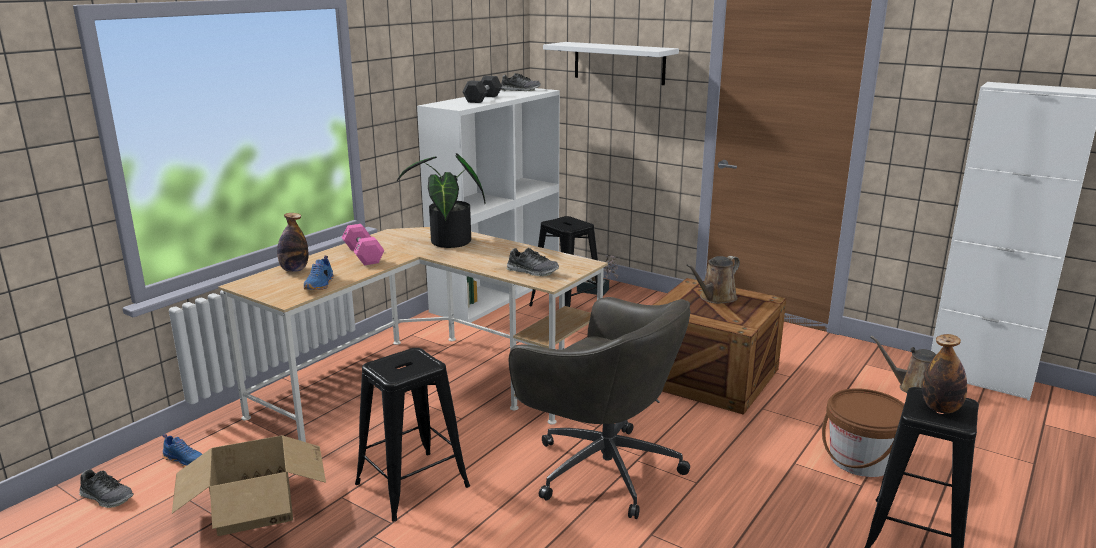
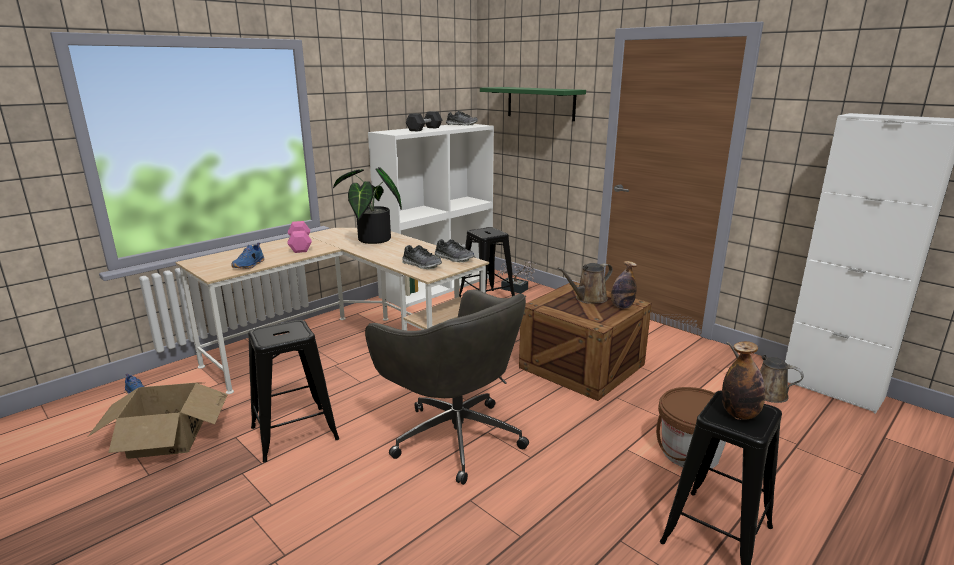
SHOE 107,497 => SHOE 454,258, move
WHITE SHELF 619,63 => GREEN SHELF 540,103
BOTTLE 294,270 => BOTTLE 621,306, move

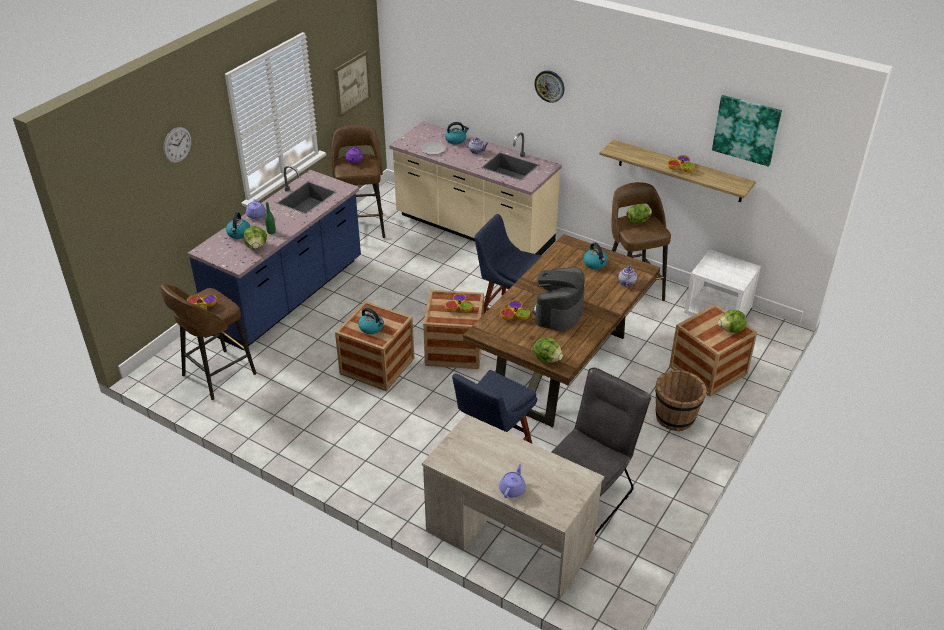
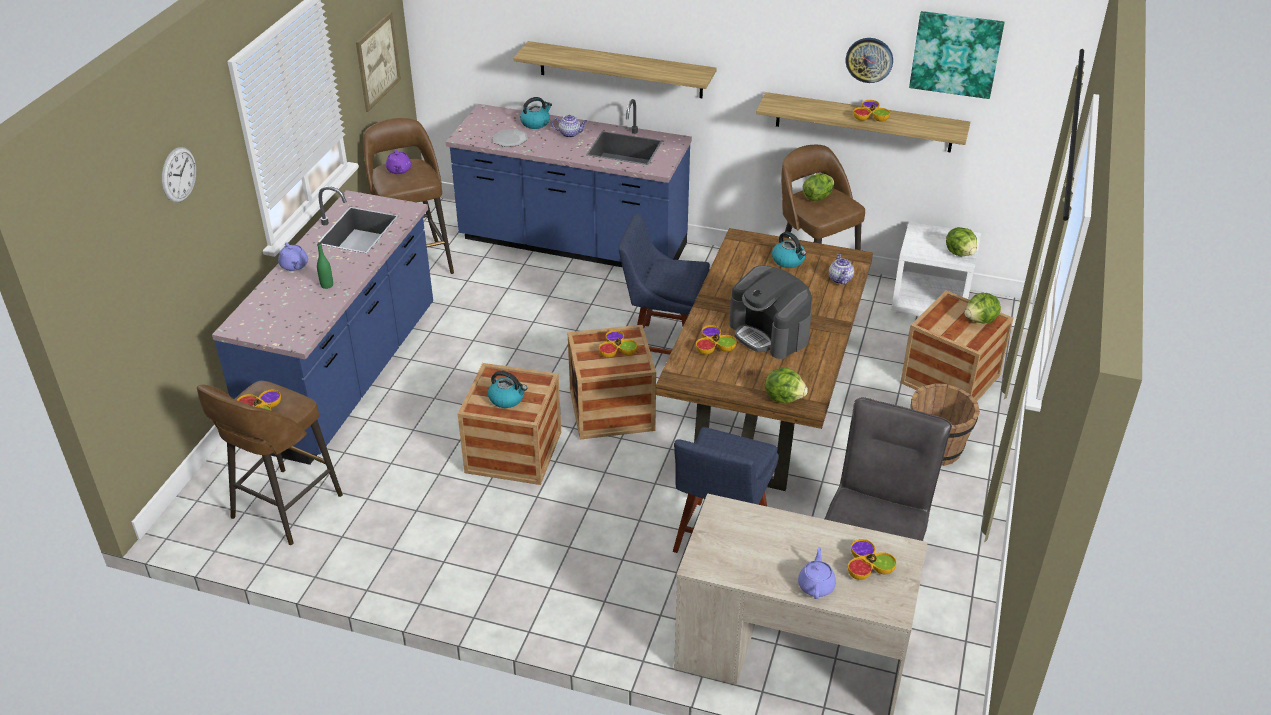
BEIGE COUNTER 474,230 => BLUE COUNTER 573,245
nothing => SHELF 620,70
COFFEE MACHINE 558,312 => COFFEE MACHINE 769,333, 45 degrees counterclockwise
WALL CLOCK 550,86 => WALL CLOCK 869,59, move
nothing => BOWL 867,566
LETTUCE 256,246 => LETTUCE 960,253, move
KETTLE 239,234 => nothing

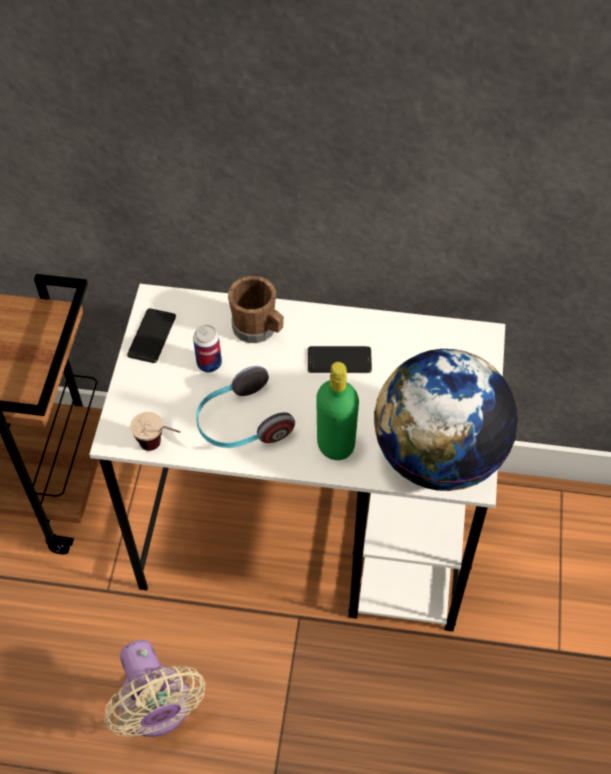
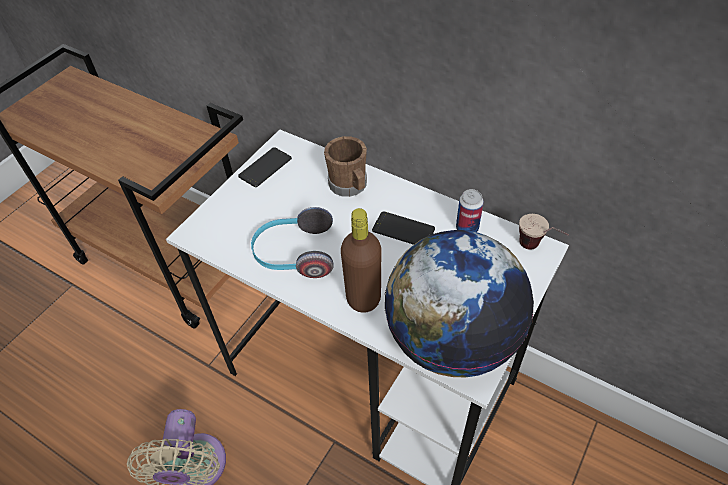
GREEN BOTTLE 335,445 => BROWN BOTTLE 363,298
CAN 209,363 => CAN 467,228, move
CUP 161,447 => CUP 537,249, move

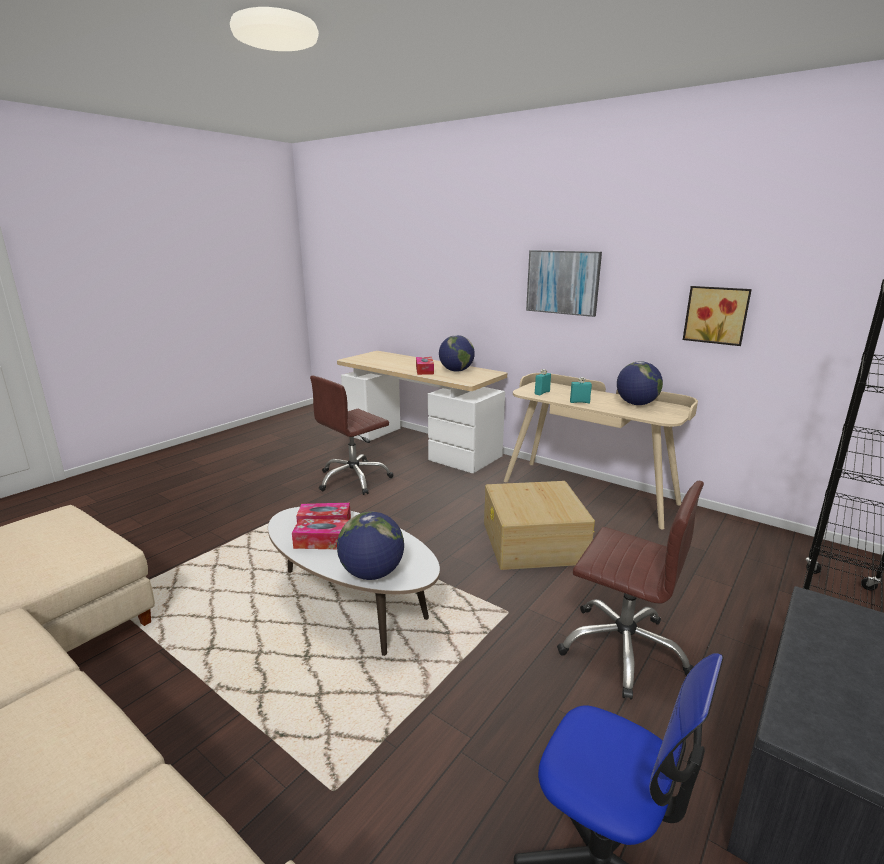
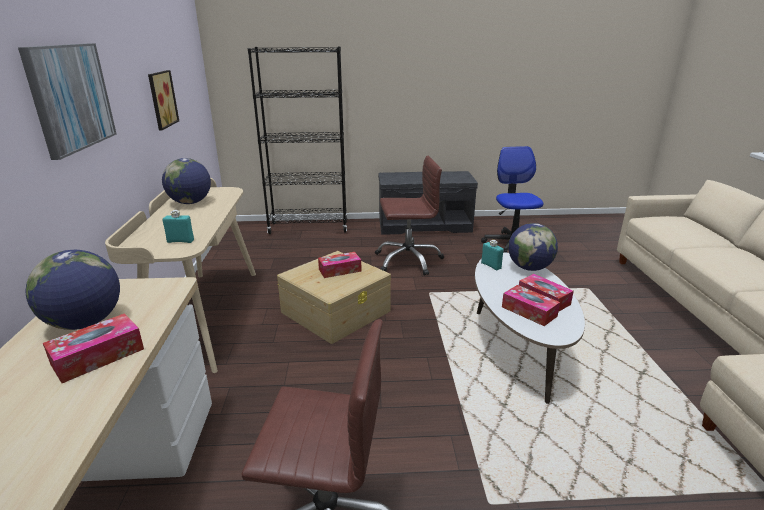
nothing => TISSUE BOX 340,270
BROWN OFFICE CHAIR 623,649 => BROWN OFFICE CHAIR 408,260, 90 degrees clockwise
TURQUOISE BOTTLE 579,402 => TURQUOISE BOTTLE 491,266, move

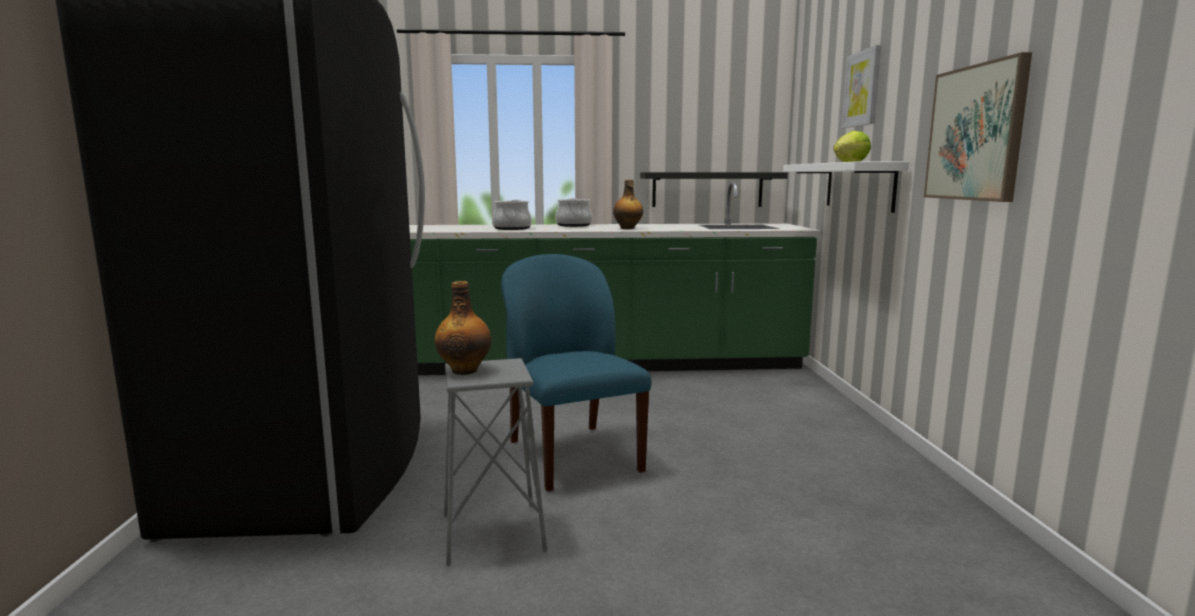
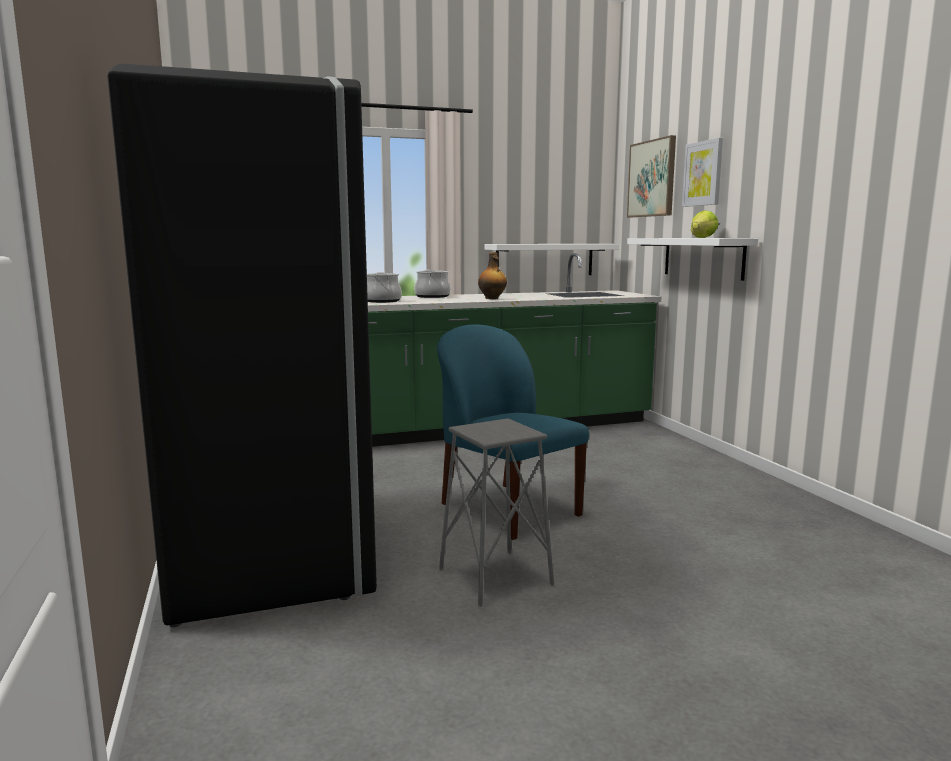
BLACK SHELF 707,189 => WHITE SHELF 544,260
PICTURE 976,133 => PICTURE 652,178, move
BOTTLE 465,370 => nothing

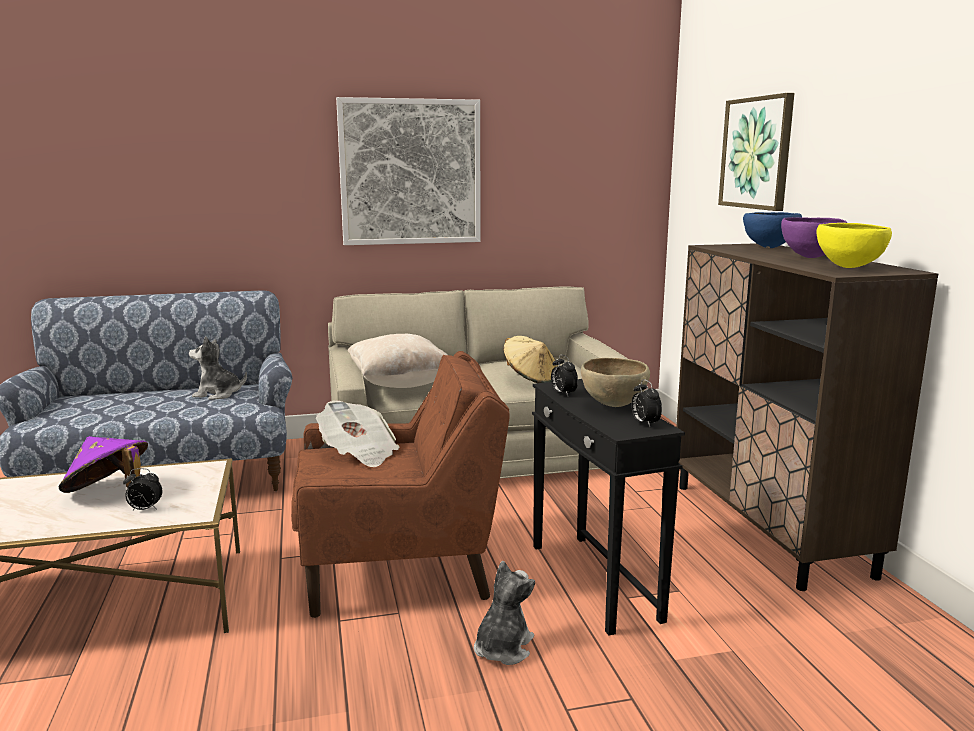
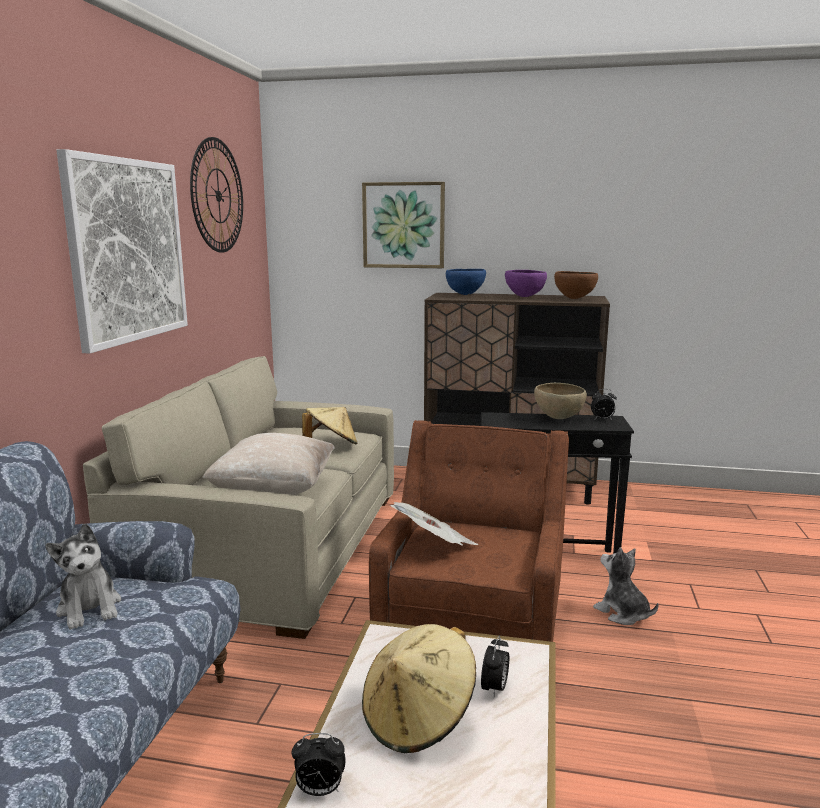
PLUSH TOY 218,394 => PLUSH TOY 90,608, 60 degrees counterclockwise
nothing => WALL CLOCK 218,196
ALARM CLOCK 563,394 => ALARM CLOCK 319,790, move
PURPLE HAT 108,492 => BEIGE HAT 418,718
YELLOW BOWL 848,267 => BROWN BOWL 574,298

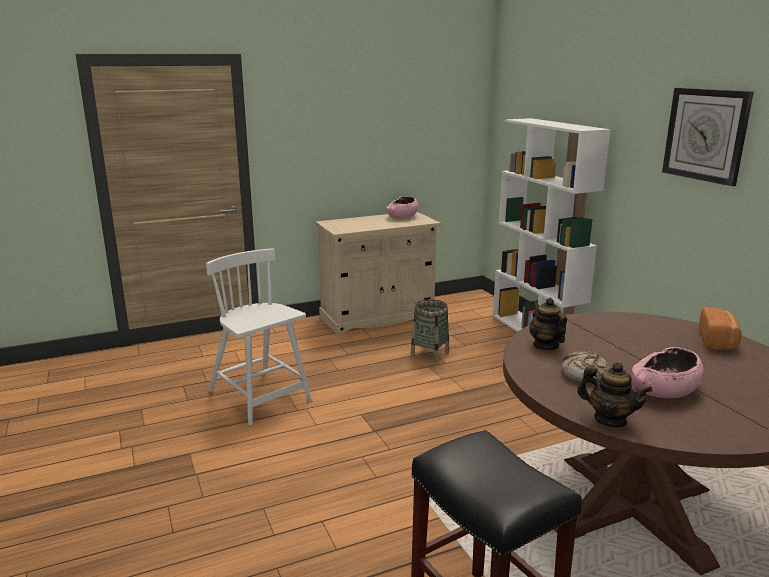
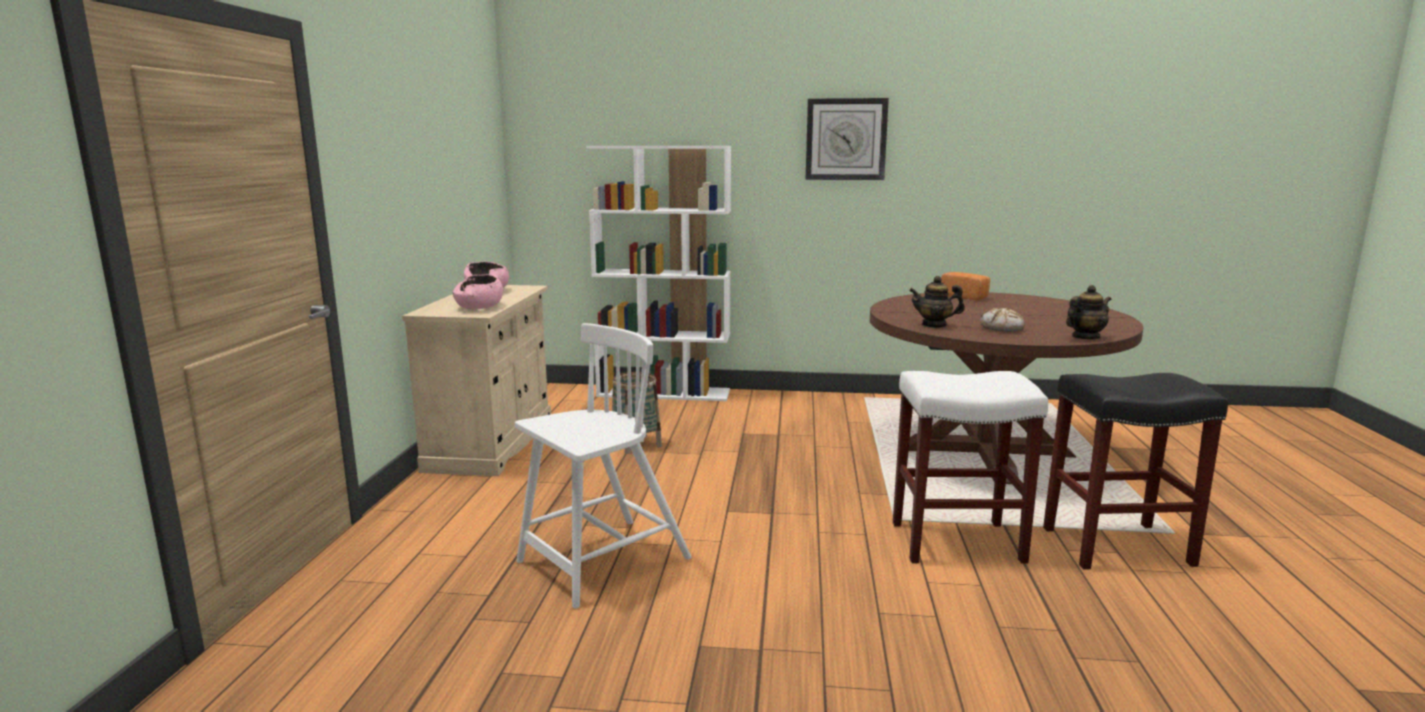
PINK BOWL 665,390 => PINK BOWL 480,307, move
WHITE CHAIR 260,397 => WHITE CHAIR 601,562, 150 degrees clockwise
nothing => WHITE STOOL 955,542

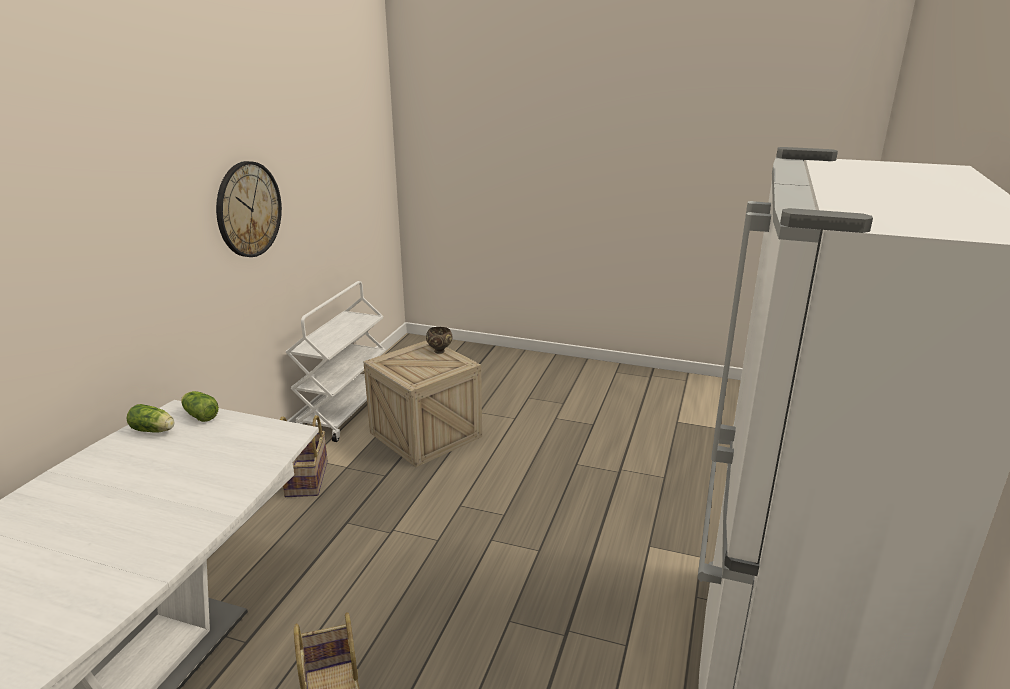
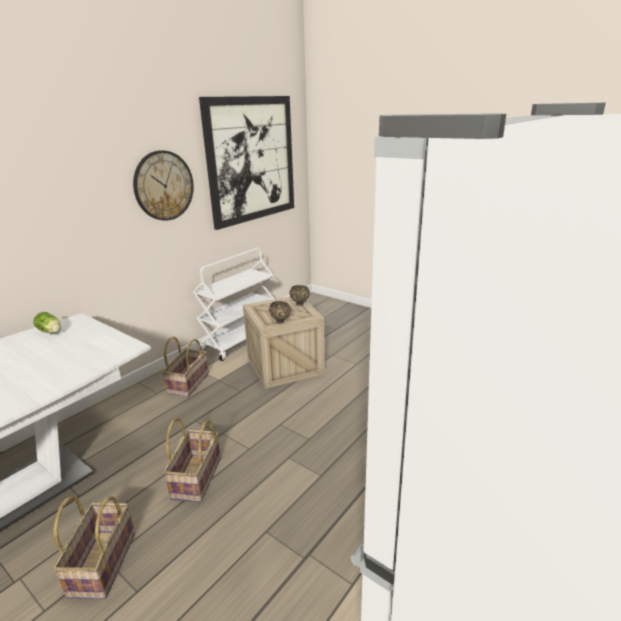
nothing => BASKET 197,478
nothing => PICTURE 251,160
nothing => BROWN BOWL 280,322
LETTUCE 199,415 => nothing

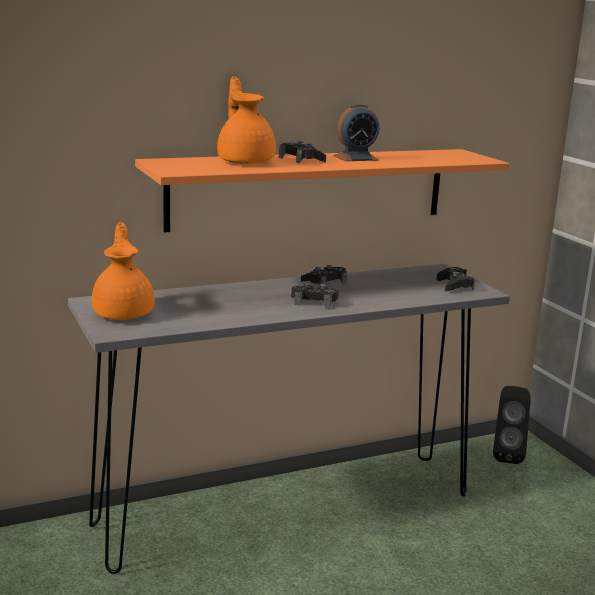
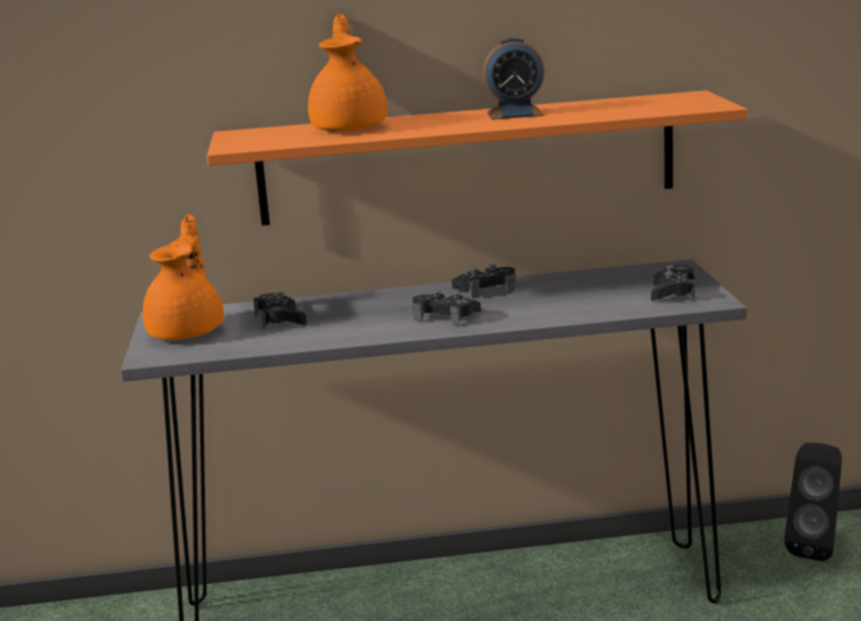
BLACK GAME CONTROLLER 301,160 => BLACK GAME CONTROLLER 280,319, move

